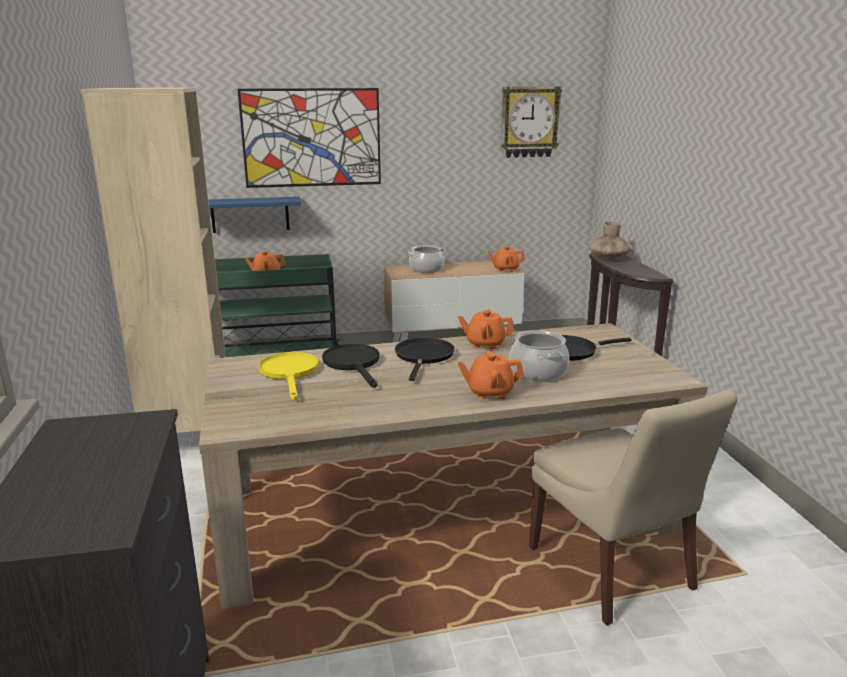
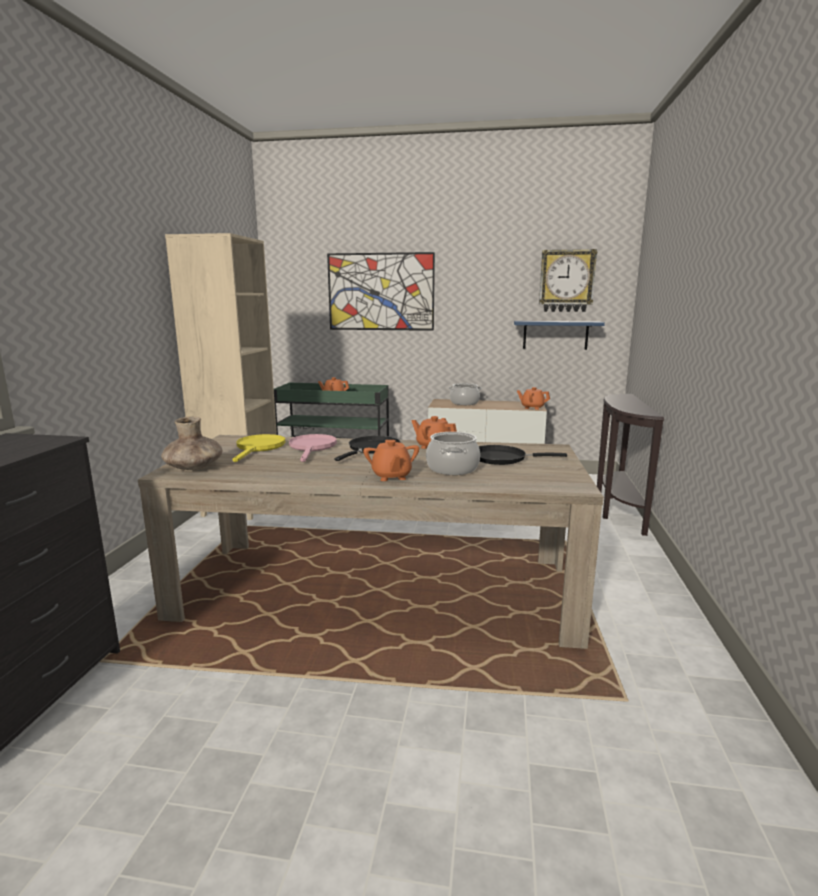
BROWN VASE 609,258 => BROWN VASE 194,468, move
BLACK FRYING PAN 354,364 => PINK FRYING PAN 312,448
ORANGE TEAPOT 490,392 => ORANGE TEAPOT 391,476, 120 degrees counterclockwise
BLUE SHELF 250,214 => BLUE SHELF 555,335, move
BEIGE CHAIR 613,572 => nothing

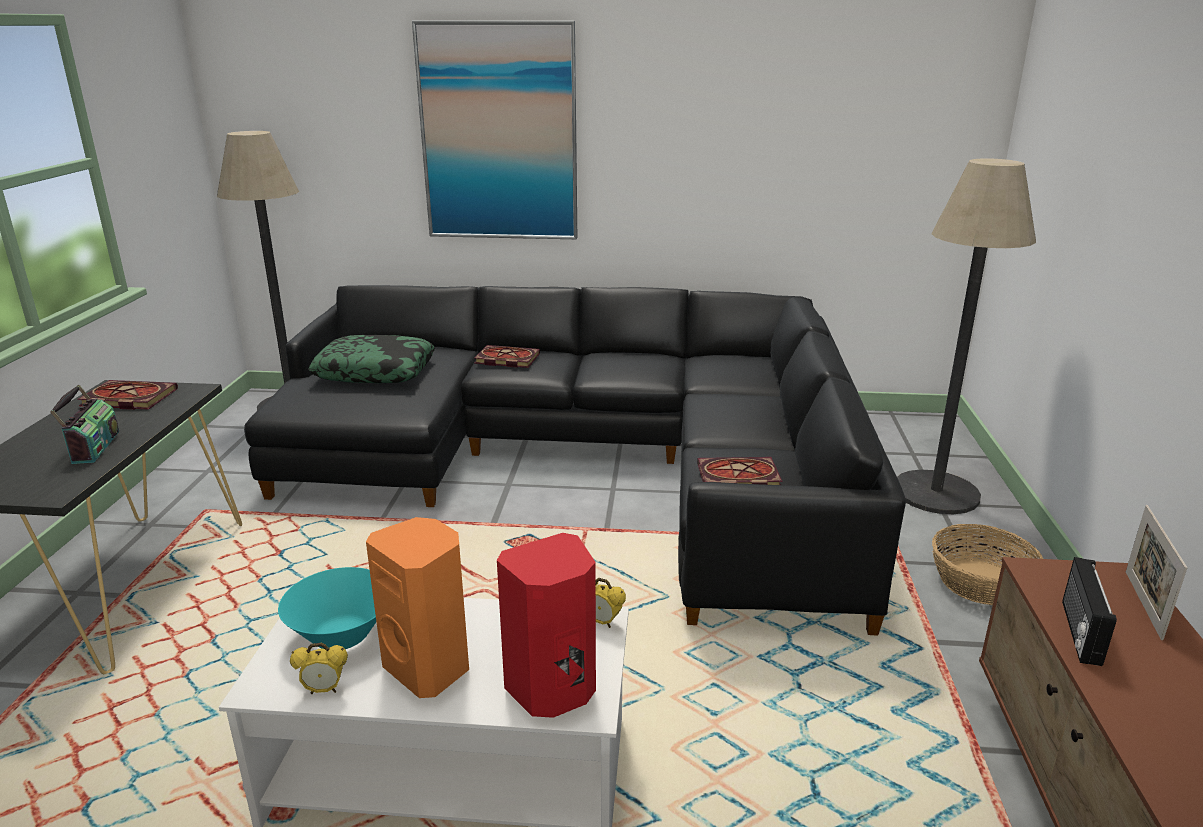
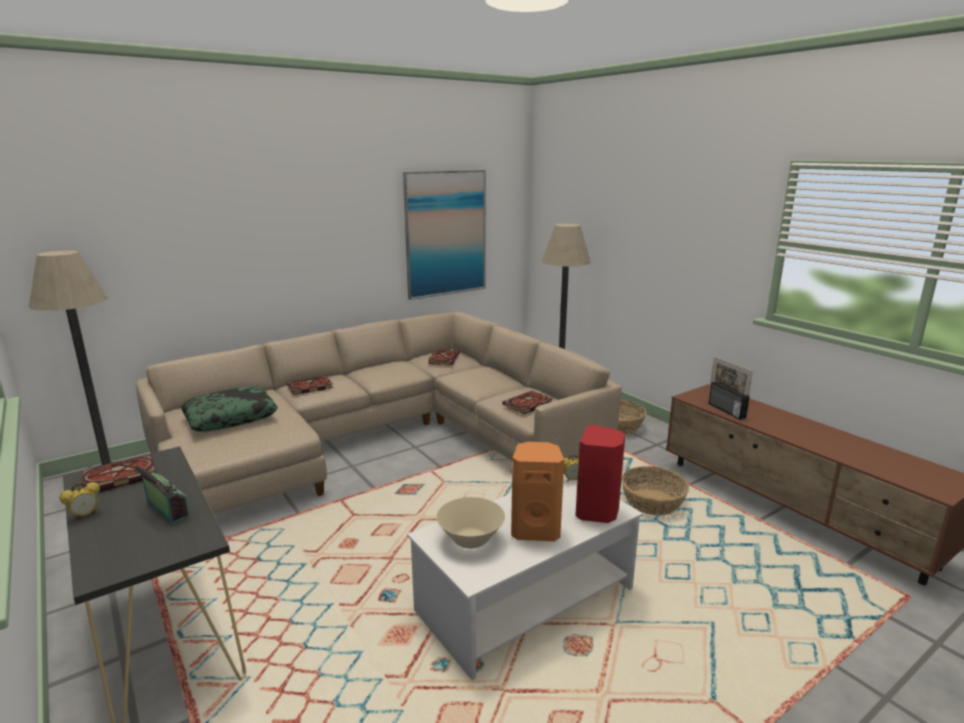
ALARM CLOCK 324,690 => ALARM CLOCK 85,515, move
BLACK SOFA 588,463 => BEIGE SOFA 383,439
PICTURE 499,133 => PICTURE 446,234, move
nothing => BOOK 443,358
TURQUOISE BOWL 342,635 => BEIGE BOWL 471,539
nothing => BASKET 653,502

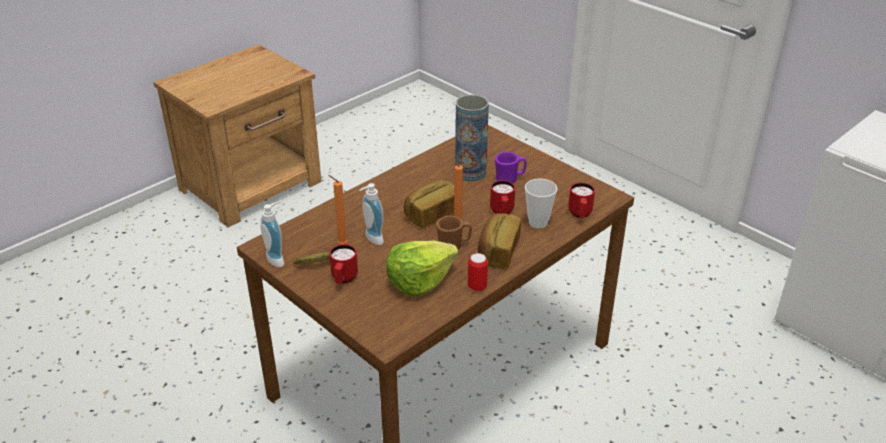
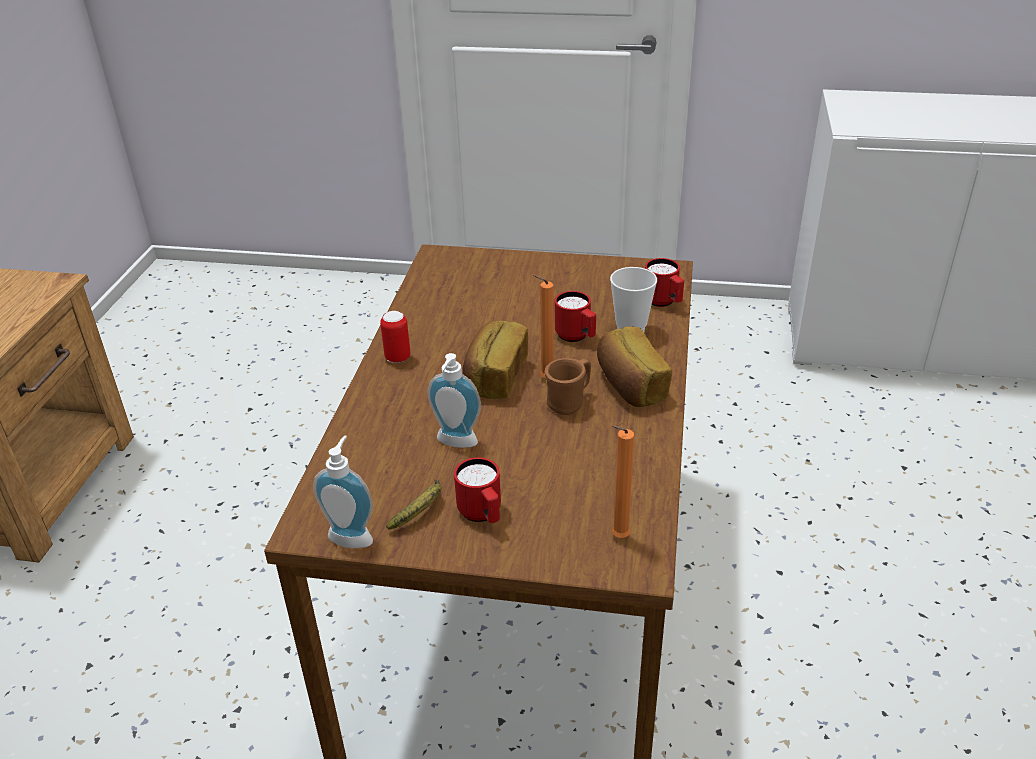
CAN 477,287 => CAN 397,358, move
ORANGE CANDLE 341,244 => ORANGE CANDLE 617,537, move
LETTUCE 419,281 => nothing
VASE 470,172 => nothing
PURPLE MUG 509,179 => nothing

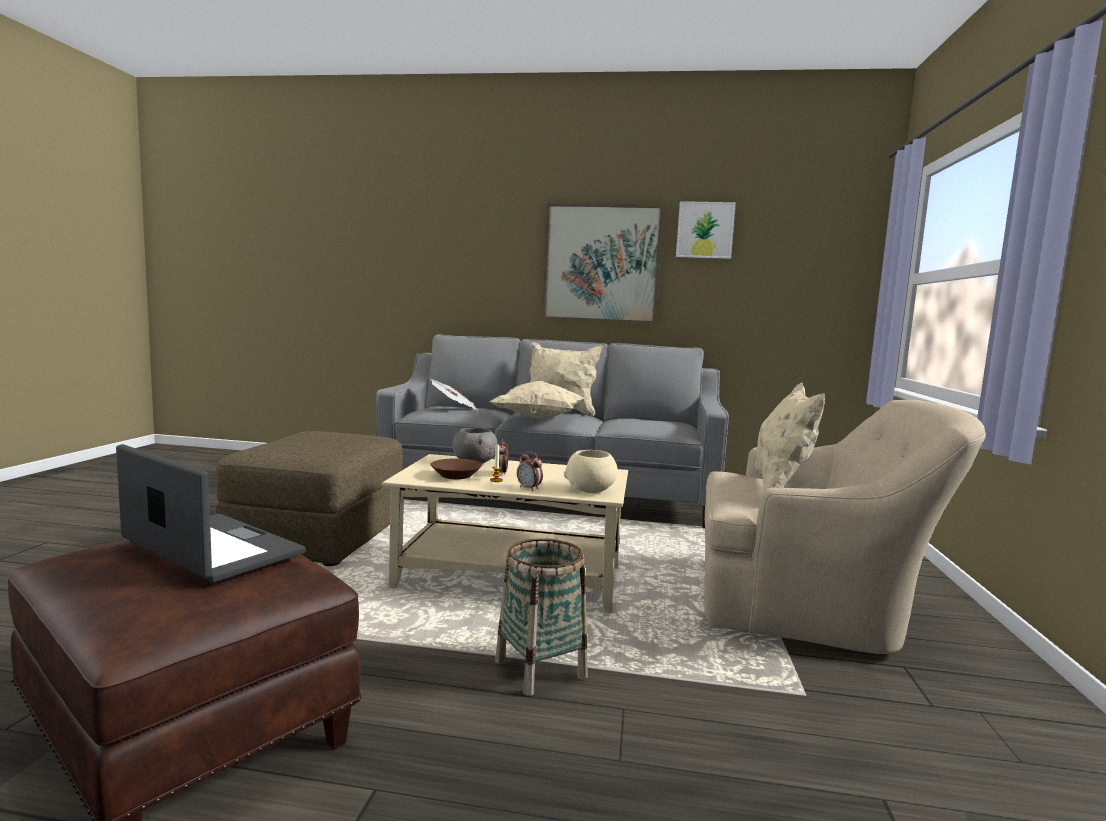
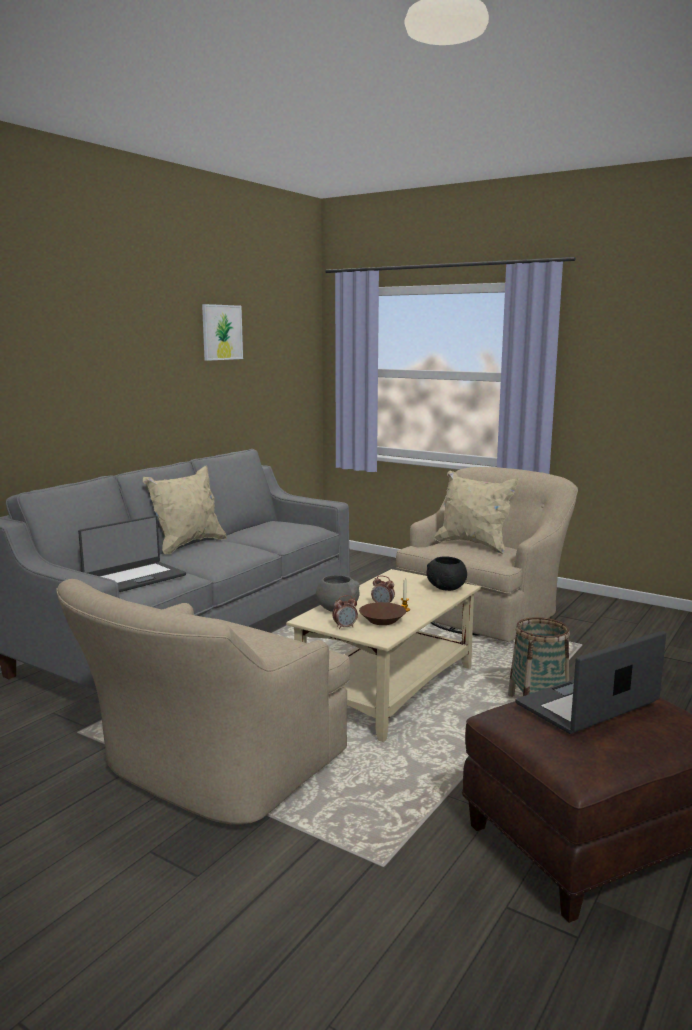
BROWN OTTOMAN 318,537 => BEIGE ARMCHAIR 211,771
NEWSPAPER 454,408 => LAPTOP 134,578
ALARM CLOCK 529,488 => ALARM CLOCK 345,627, move
BEIGE BOWL 590,490 => BLACK BOWL 446,588
BEIGE PILLOW 537,418 => nothing
PICTURE 601,263 => nothing

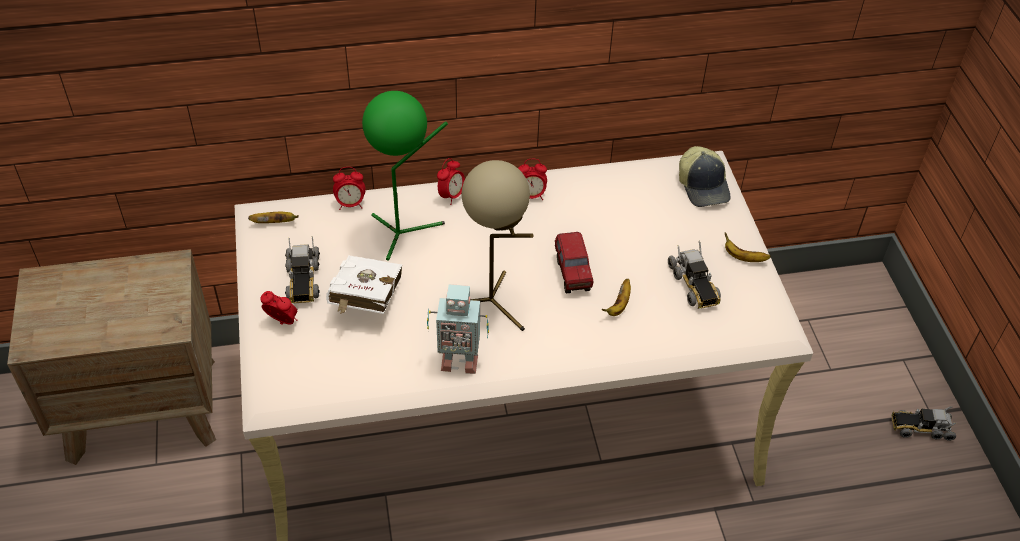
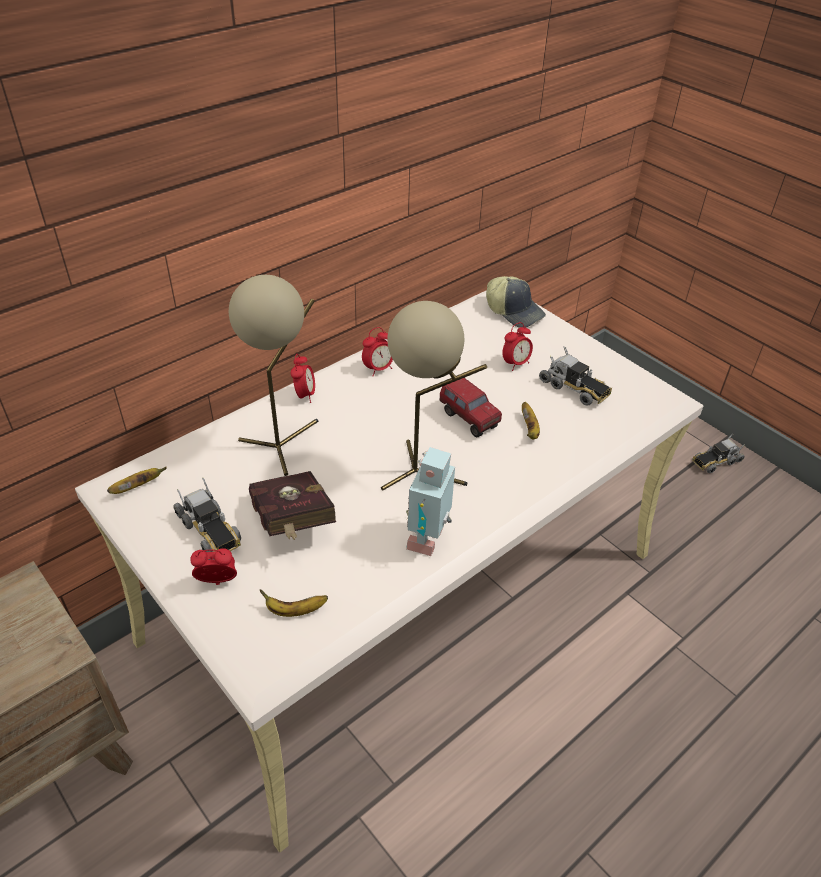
GREEN TABLE LAMP 404,232 => BEIGE TABLE LAMP 283,443
WHITE BOOK 364,302 => RED BOOK 292,524
BANANA 743,257 => BANANA 294,611, move
TOY ROBOT 458,360 => TOY ROBOT 429,539, 135 degrees clockwise
ALARM CLOCK 350,204 => ALARM CLOCK 515,363, move

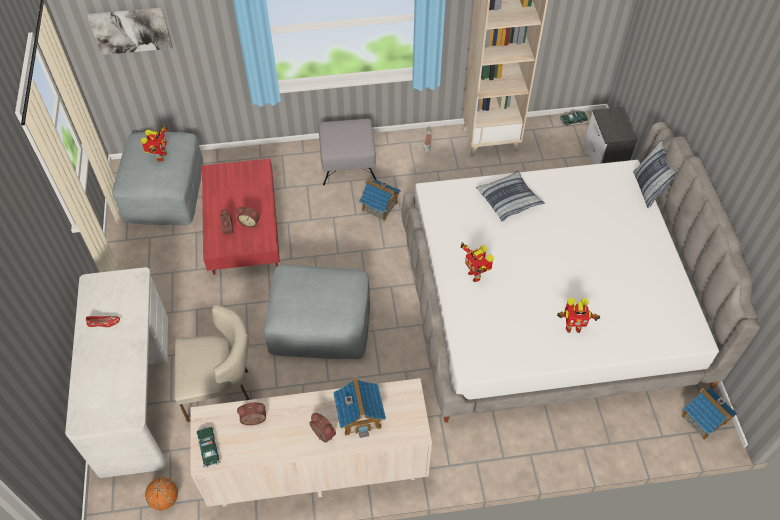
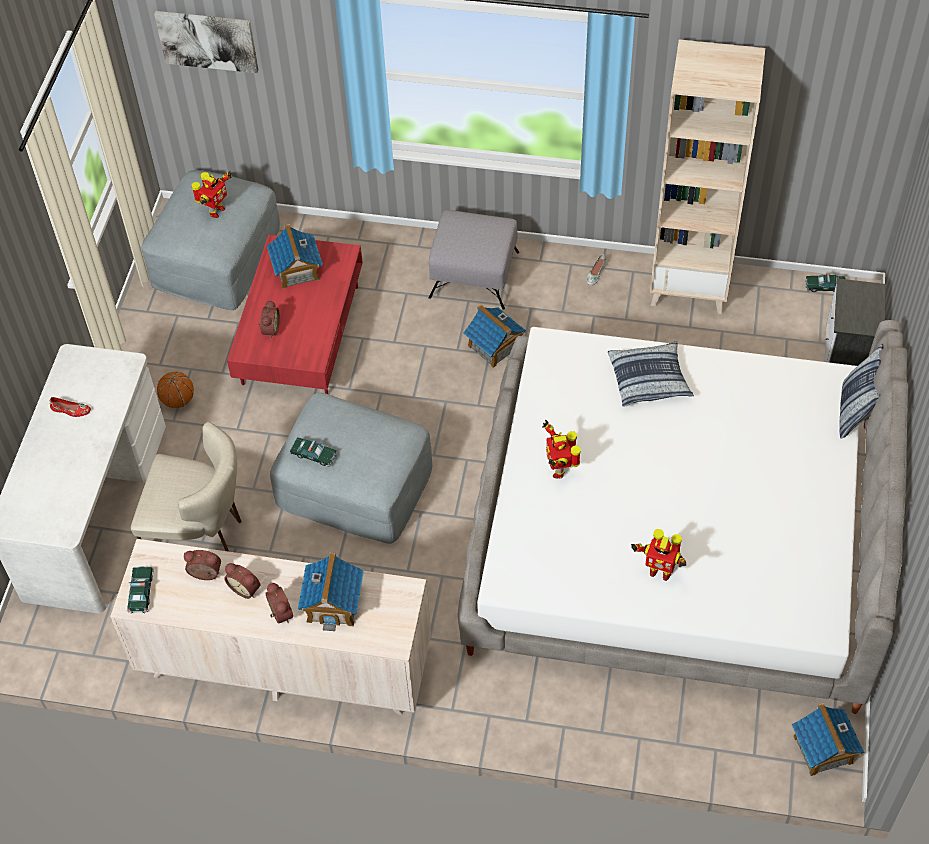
BASKETBALL 165,499 => BASKETBALL 178,401, move
ALARM CLOCK 250,222 => ALARM CLOCK 246,588, move
nothing => TOY HOUSE 297,271
nothing => TOY CAR 314,455

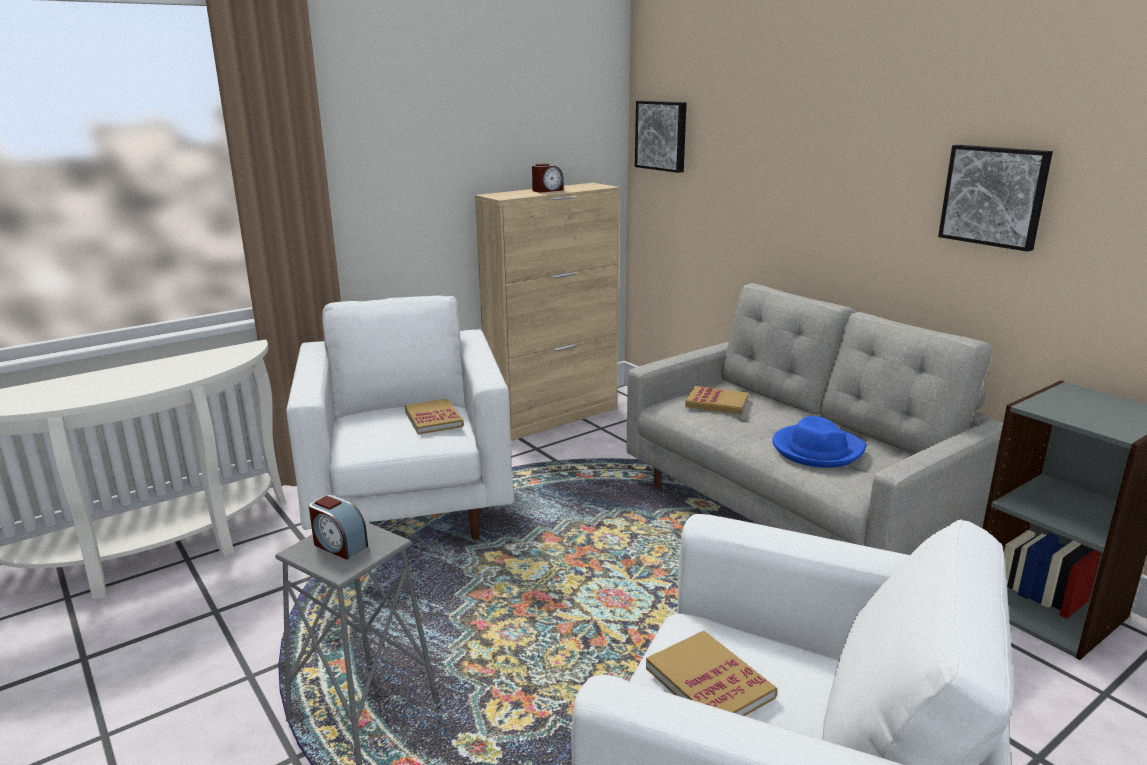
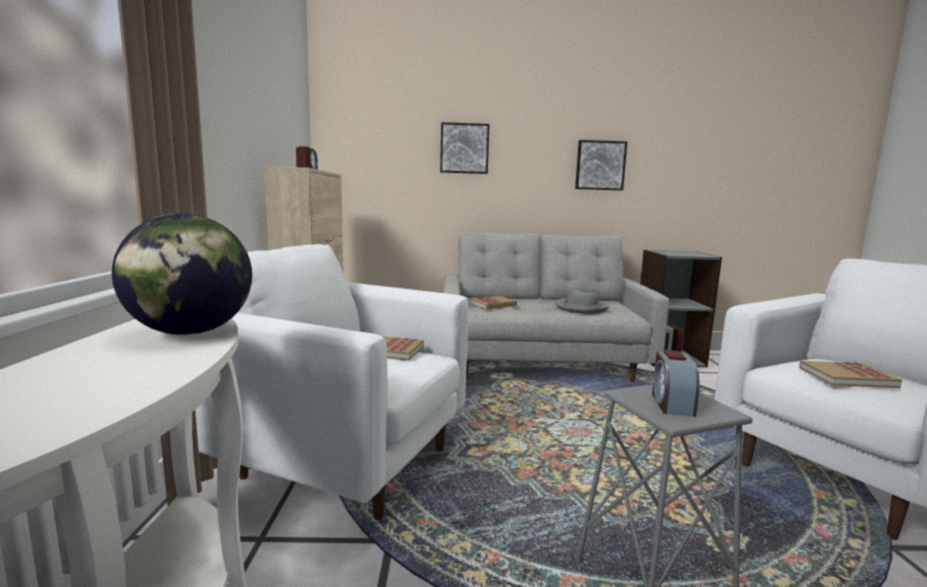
nothing => GLOBE 190,332
PICTURE 662,135 => PICTURE 464,148, move
BLUE HAT 817,450 => GREY HAT 581,308
ALARM CLOCK 339,545 => ALARM CLOCK 671,403, 120 degrees clockwise

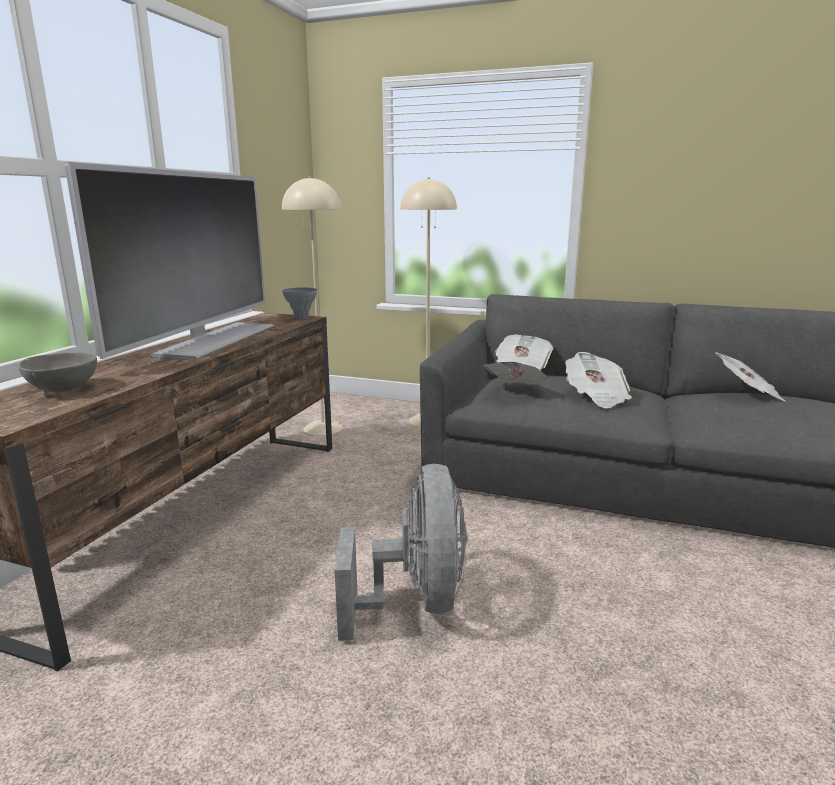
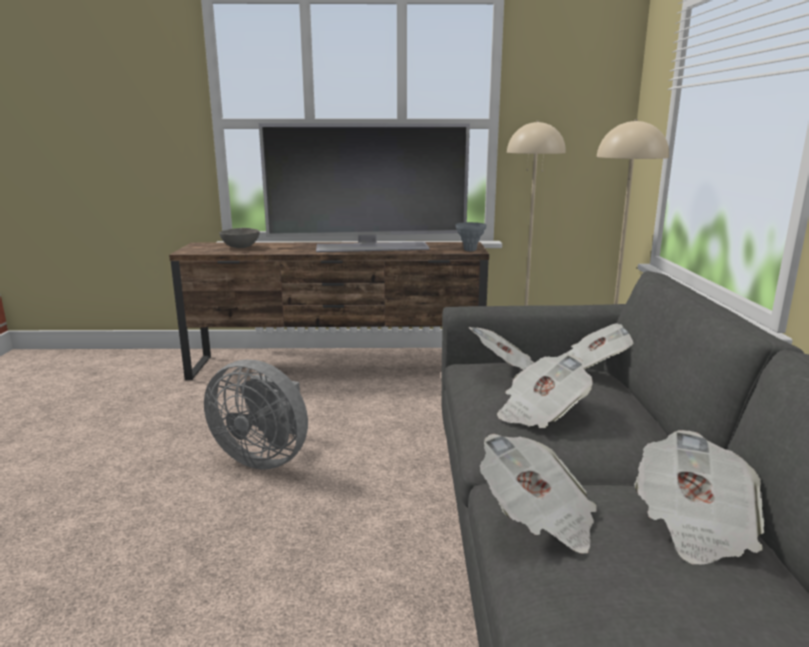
GREY FAN 416,601 => GREY FAN 264,457, 45 degrees clockwise
nothing => NEWSPAPER 538,518

